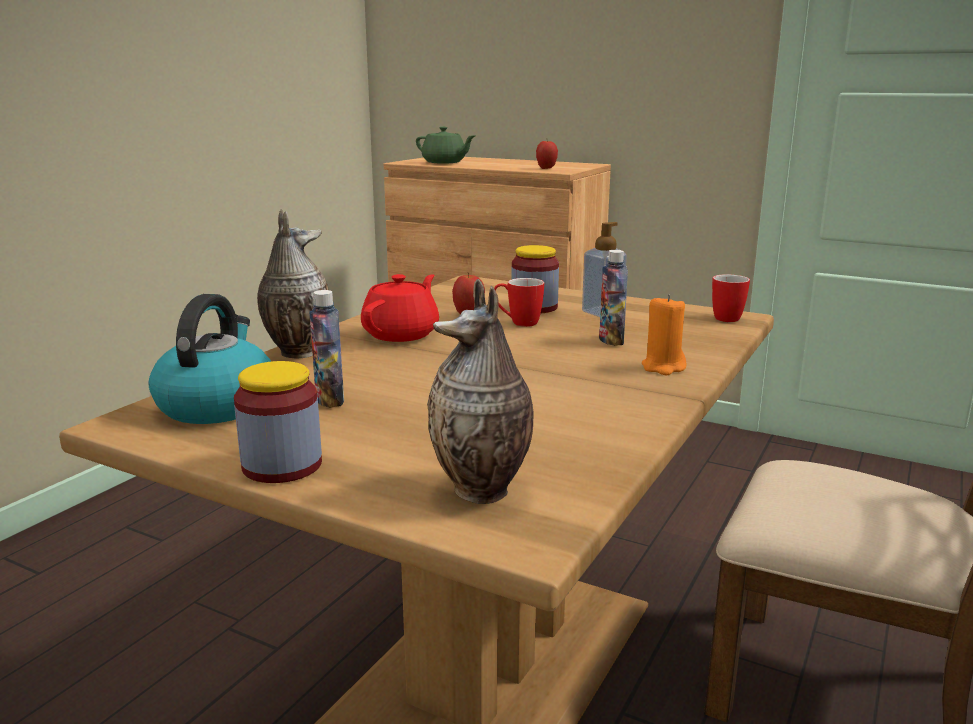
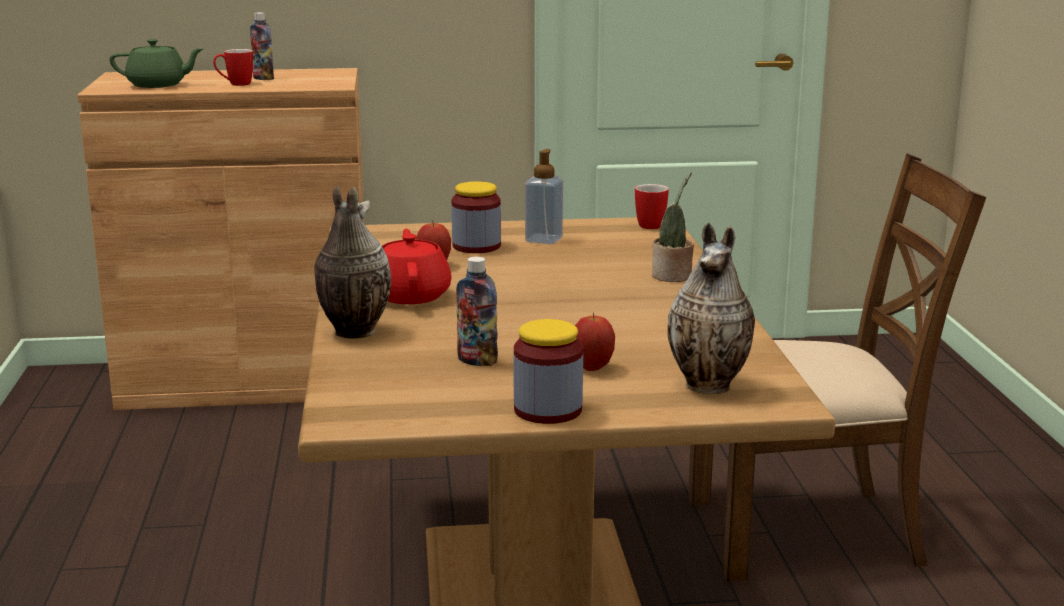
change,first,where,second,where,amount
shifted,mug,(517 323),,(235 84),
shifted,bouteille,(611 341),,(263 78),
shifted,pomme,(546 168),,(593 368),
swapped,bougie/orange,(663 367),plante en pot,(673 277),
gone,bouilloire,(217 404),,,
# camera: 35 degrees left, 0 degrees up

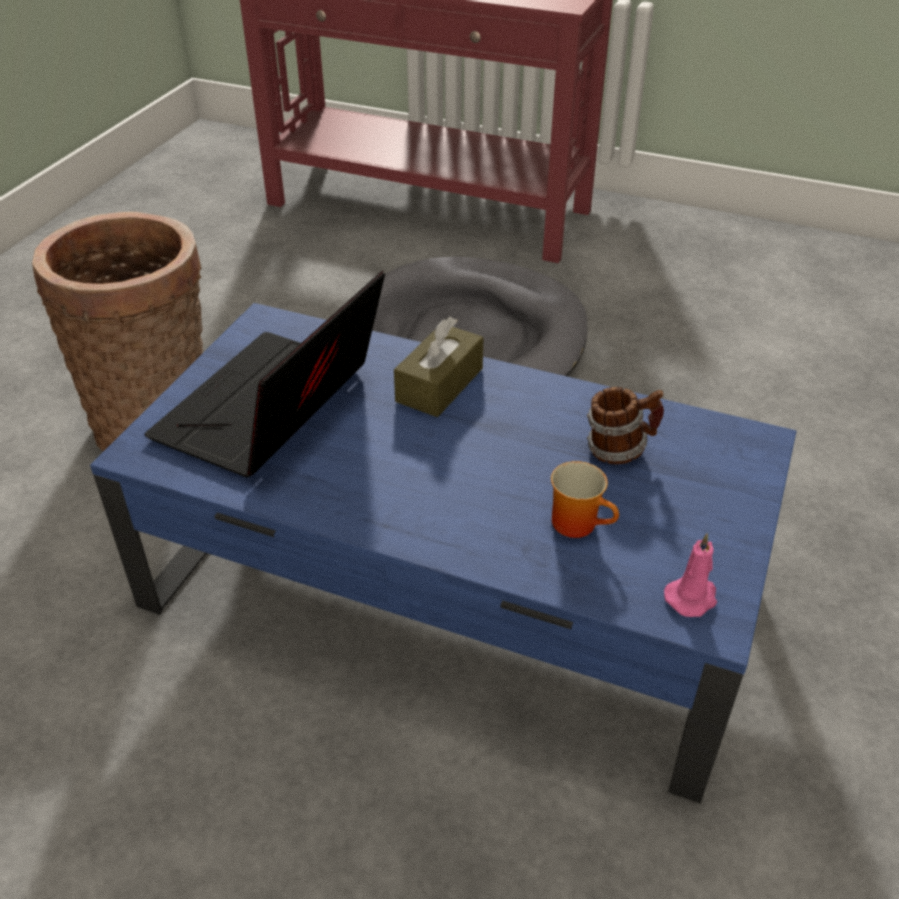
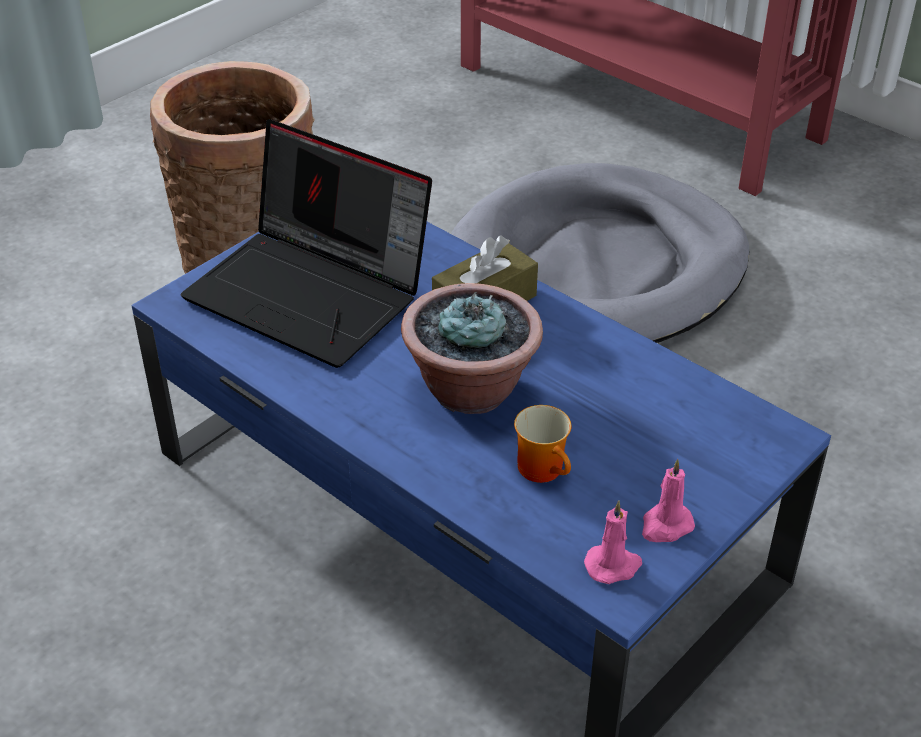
change,first,where,second,where,amount
rotated,ordinateur portable,(272 411),,(312 292),105 degrees counterclockwise
new,,,plante en pot,(471 389),
new,,,bougie/rose,(665 526),
gone,mug,(619 449),,,
# camera: 20 degrees right, 0 degrees up

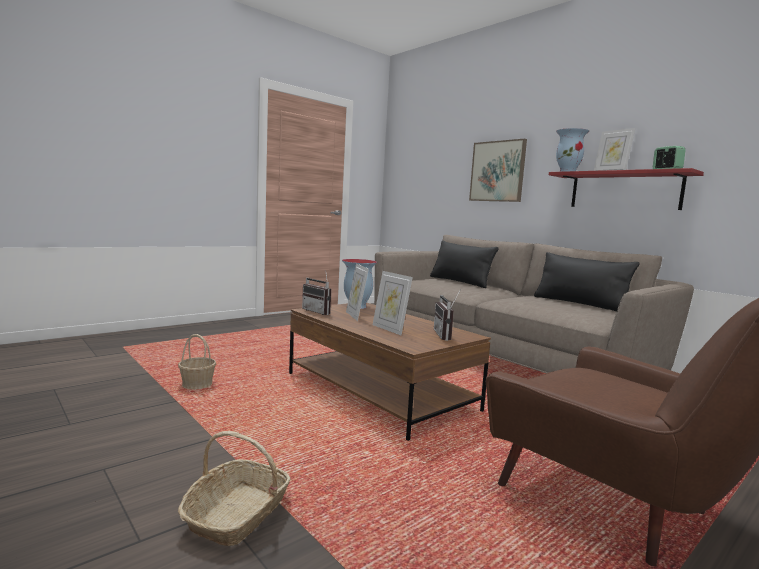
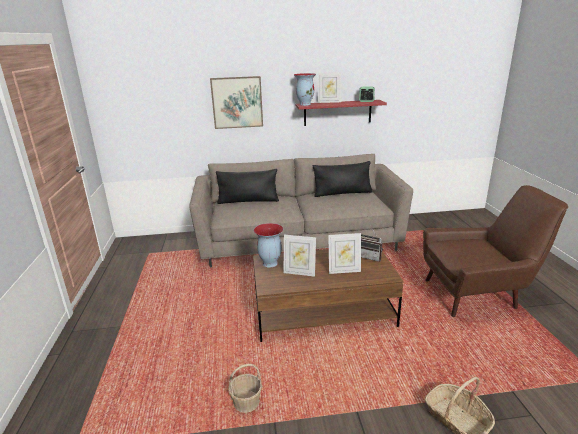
change,first,where,second,where,amount
gone,radio,(319 311),,,
# camera: 55 degrees left, 15 degrees up

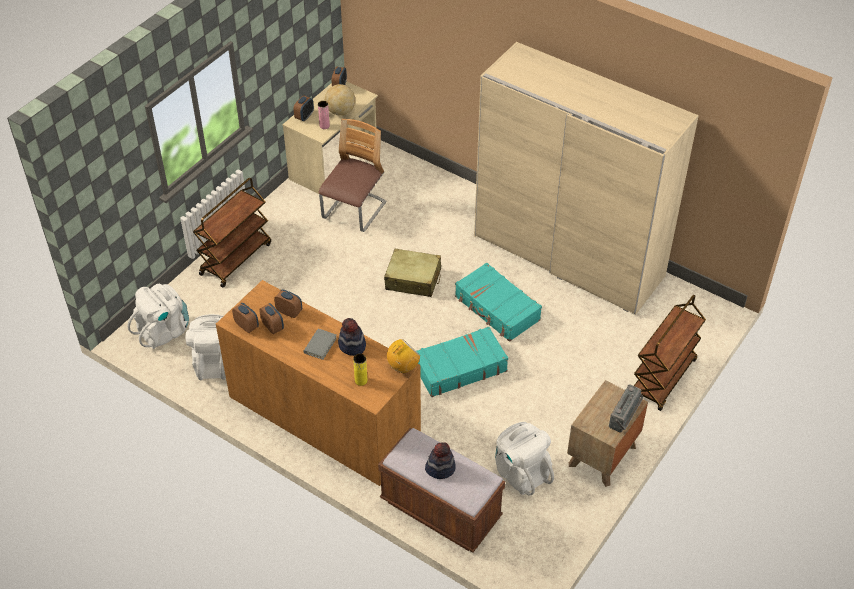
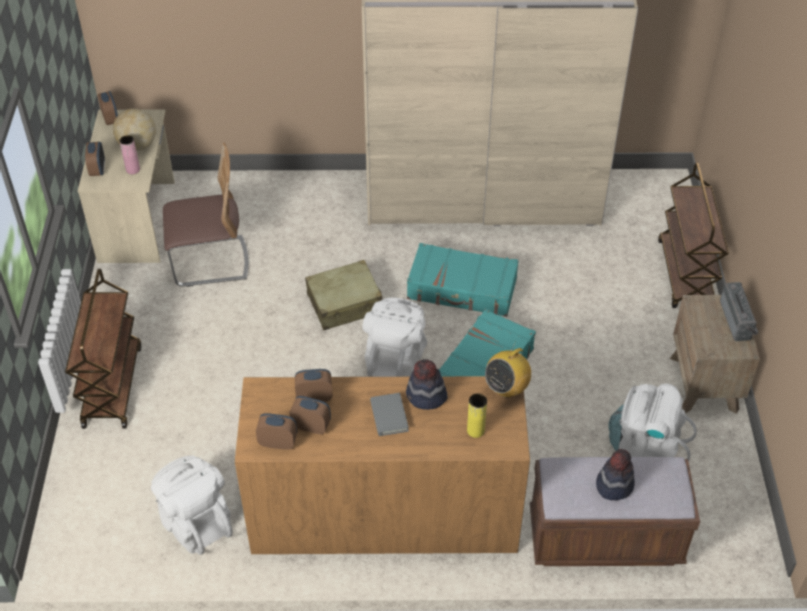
change,first,where,second,where,amount
rotated,chaise,(354 211),,(210 262),90 degrees clockwise
shifted,sac à dos/blanc,(163 331),,(395 360),
rotated,radio,(403 367),,(506 388),150 degrees counterclockwise
# camera: 35 degrees left, 0 degrees up

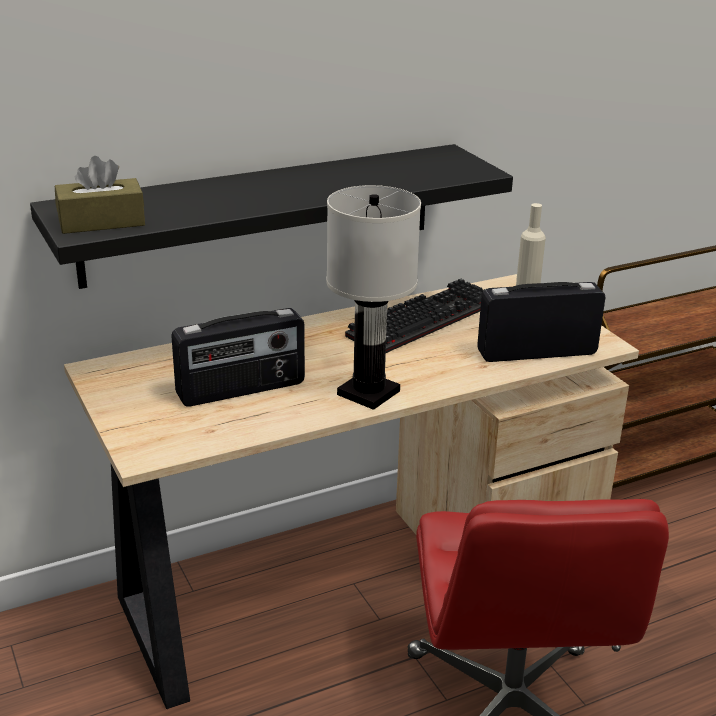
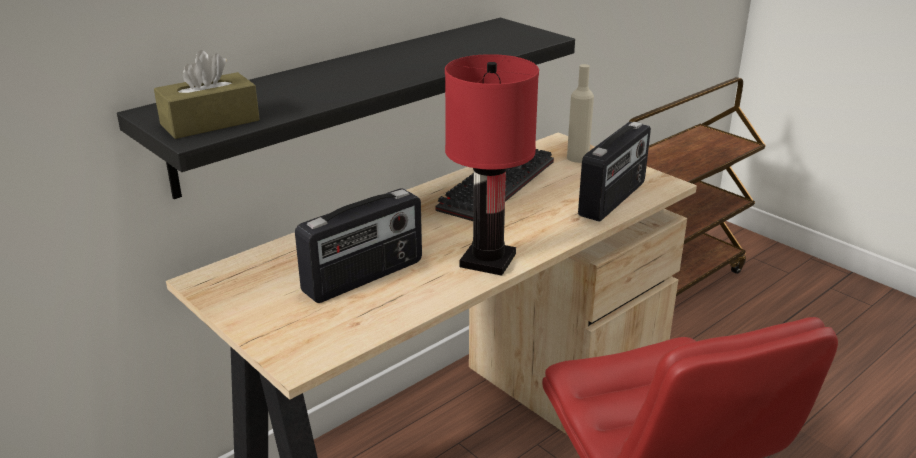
change,first,where,second,where,amount
repainted,lampe de table/blanc,(367 393),lampe de table/rouge,(487 260),
rotated,radio,(536 352),,(613 199),150 degrees clockwise
# camera: 15 degrees left, 0 degrees up

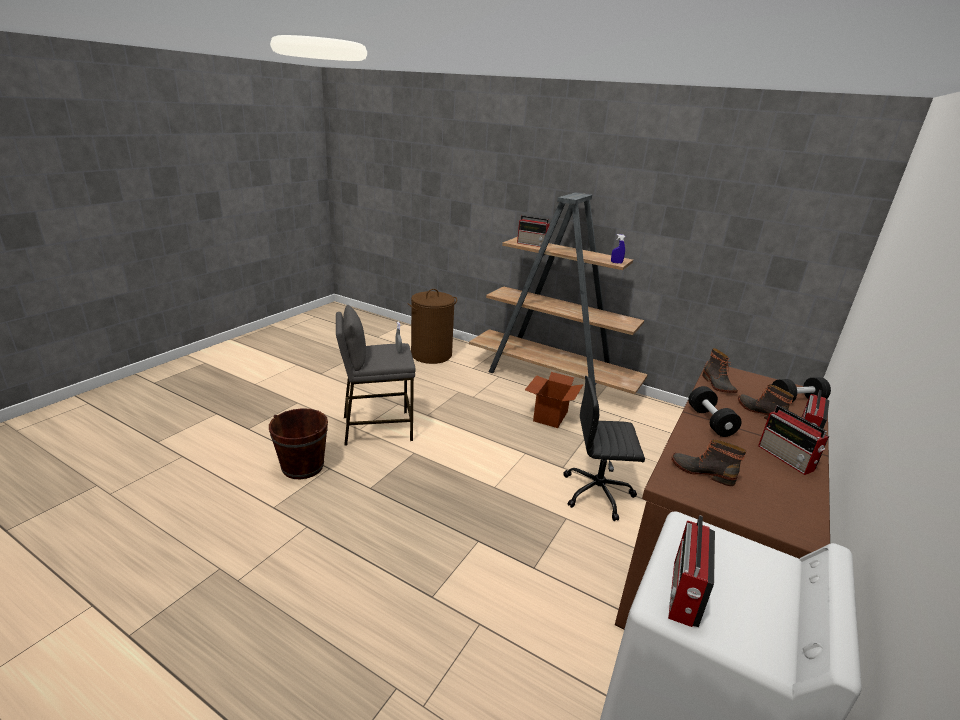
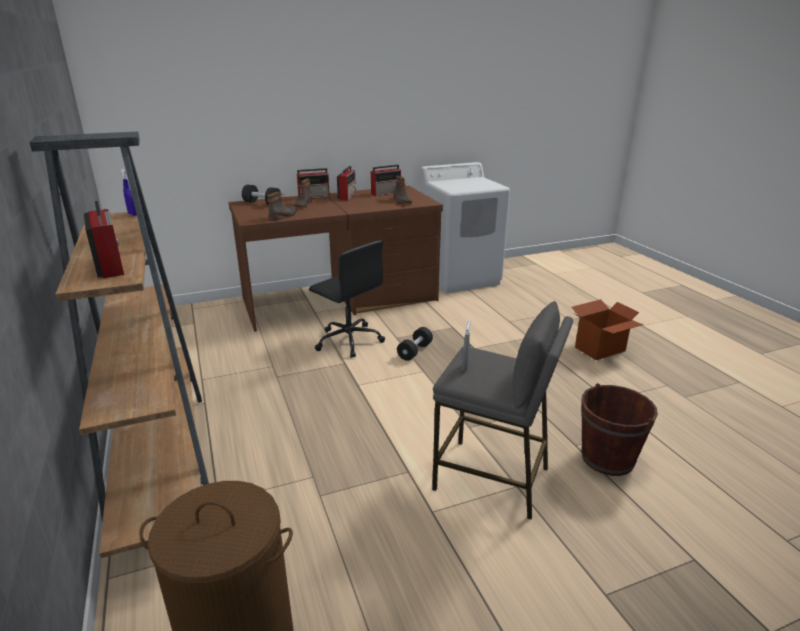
change,first,where,second,where,amount
shifted,radio,(684 594),,(386 193),
shifted,haltère/noir,(710 421),,(415 351),
shifted,carton,(550 416),,(600 349),
# camera: 140 degrees left, 0 degrees up

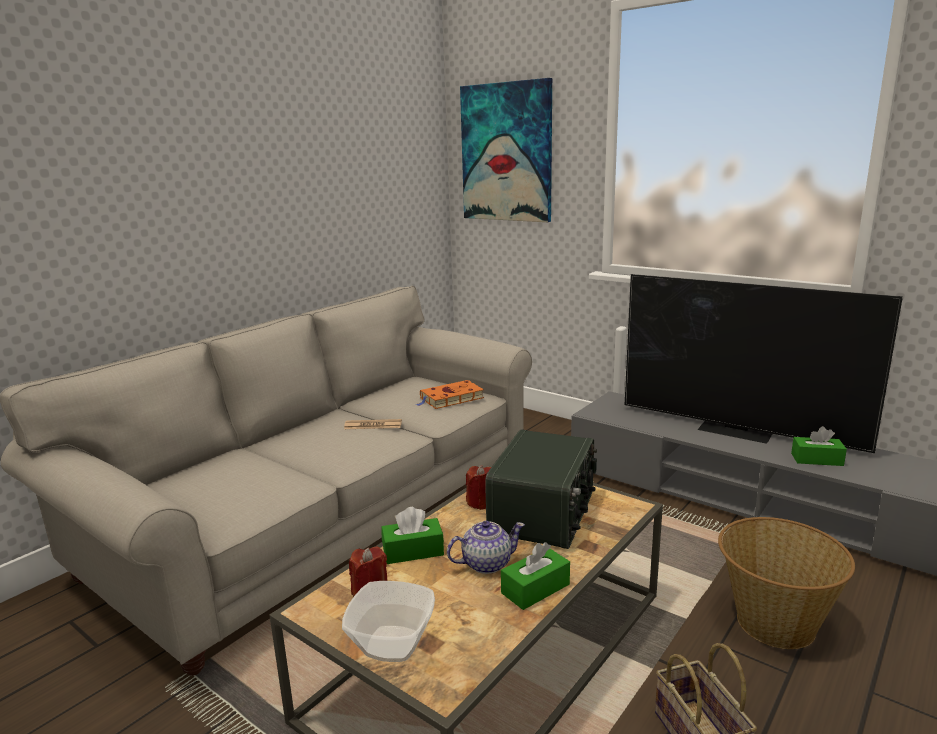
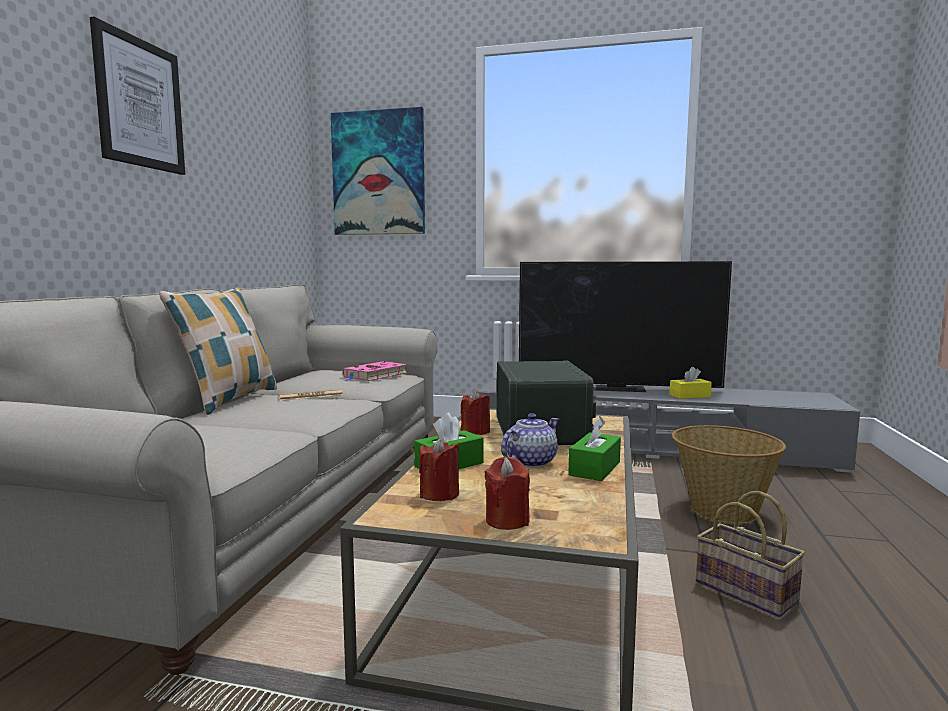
change,first,where,second,where,amount
new,,,tableau,(140 103),
new,,,coussin,(229 400),
repainted,livre/orange,(450 399),livre/rose,(374 375),
swapped,bol,(391 643),bougie/rouge,(507 520),
repainted,boîte à mouchoirs/vert,(817 459),boîte à mouchoirs/jaune,(689 396),
# camera: 25 degrees left, 10 degrees down

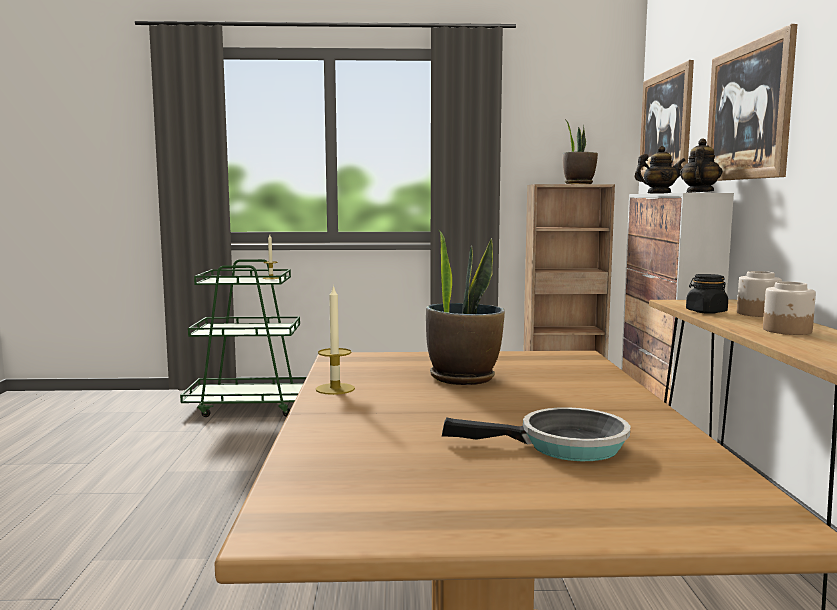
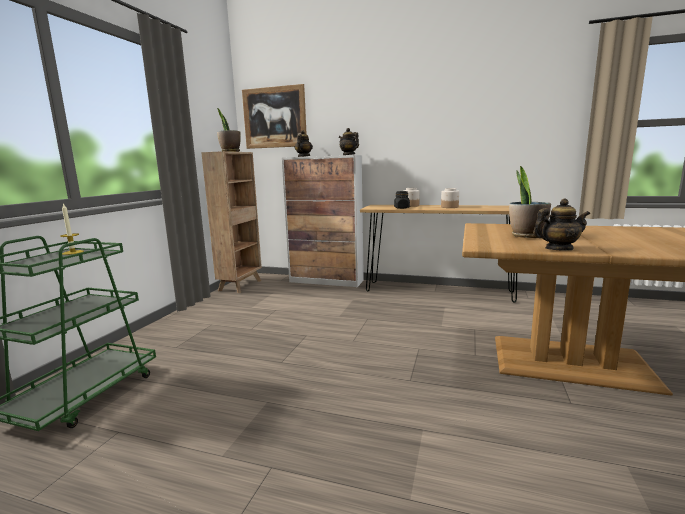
change,first,where,second,where,amount
swapped,bougie,(335 389),théière,(558 249),
gone,poêle,(564 446),,,
gone,tableau,(748 112),,,
# camera: 70 degrees left, 5 degrees up

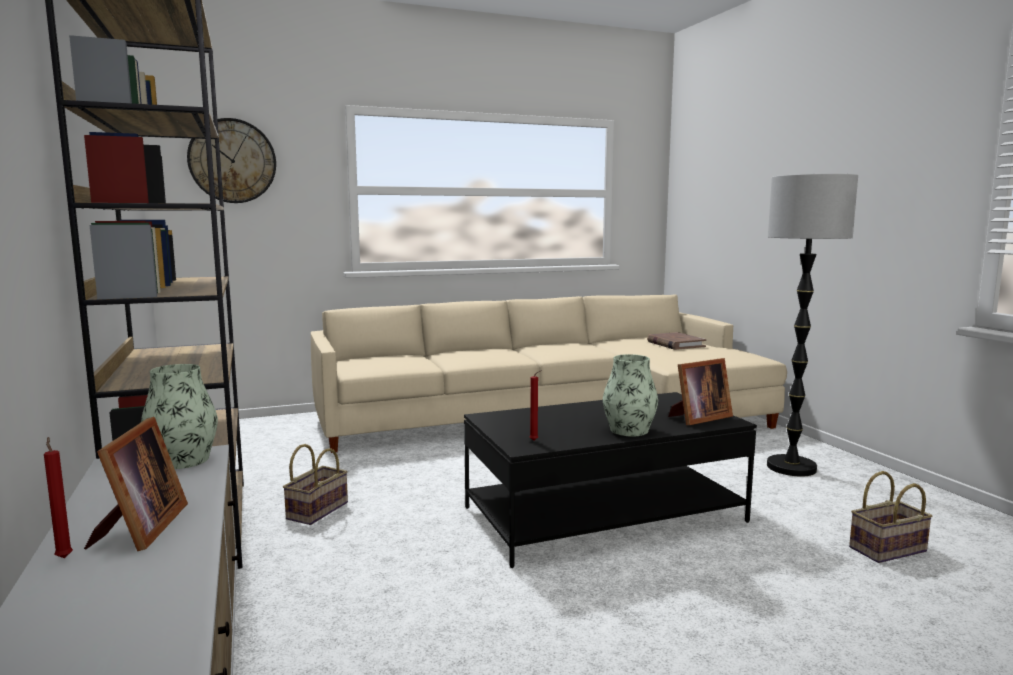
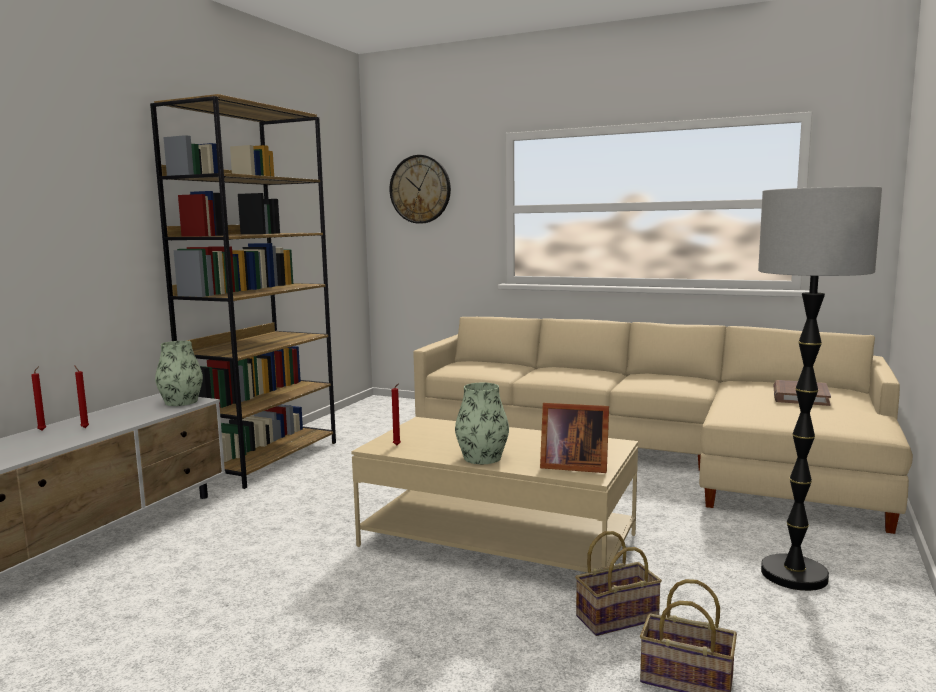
change,first,where,second,where,amount
swapped,cadre photo,(139 529),bougie/rouge,(84 427),
repainted,table basse/noir,(604 514),table basse/beige,(498 540),
shifted,panier,(317 510),,(618 617),
# camera: 45 degrees right, 0 degrees up

